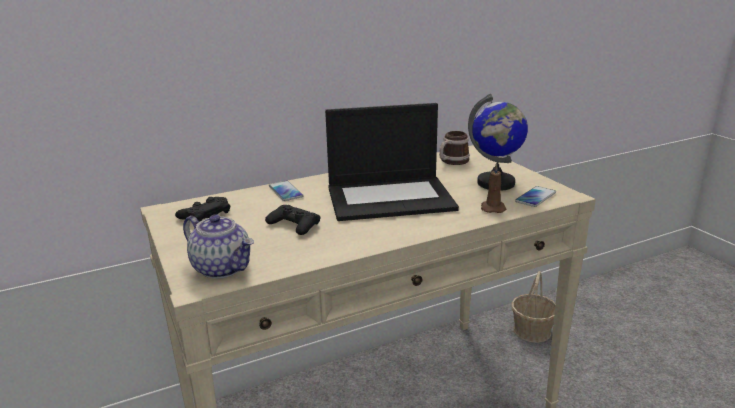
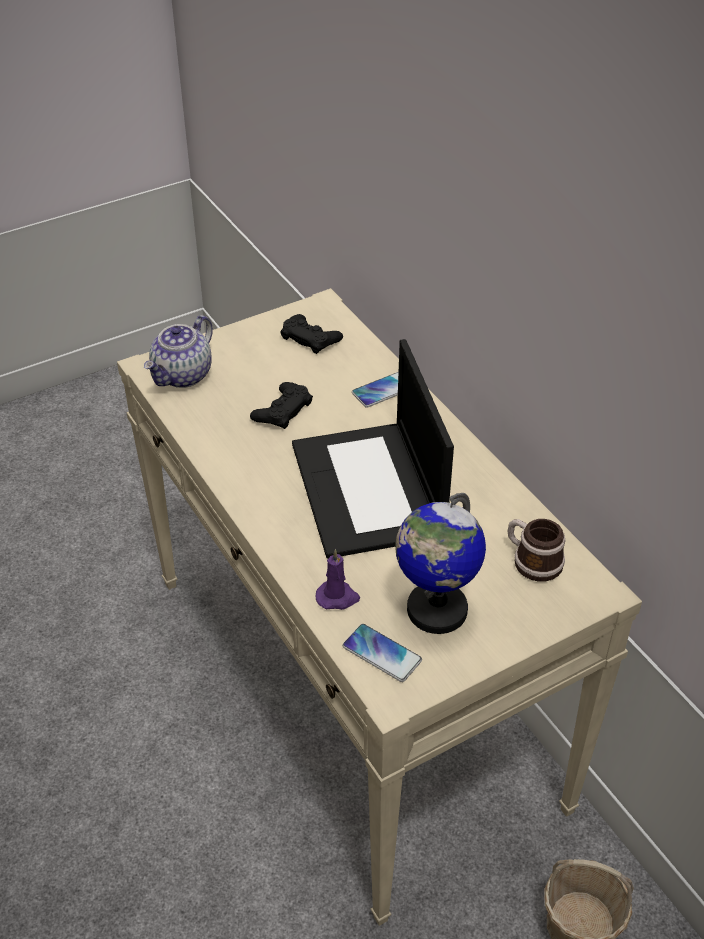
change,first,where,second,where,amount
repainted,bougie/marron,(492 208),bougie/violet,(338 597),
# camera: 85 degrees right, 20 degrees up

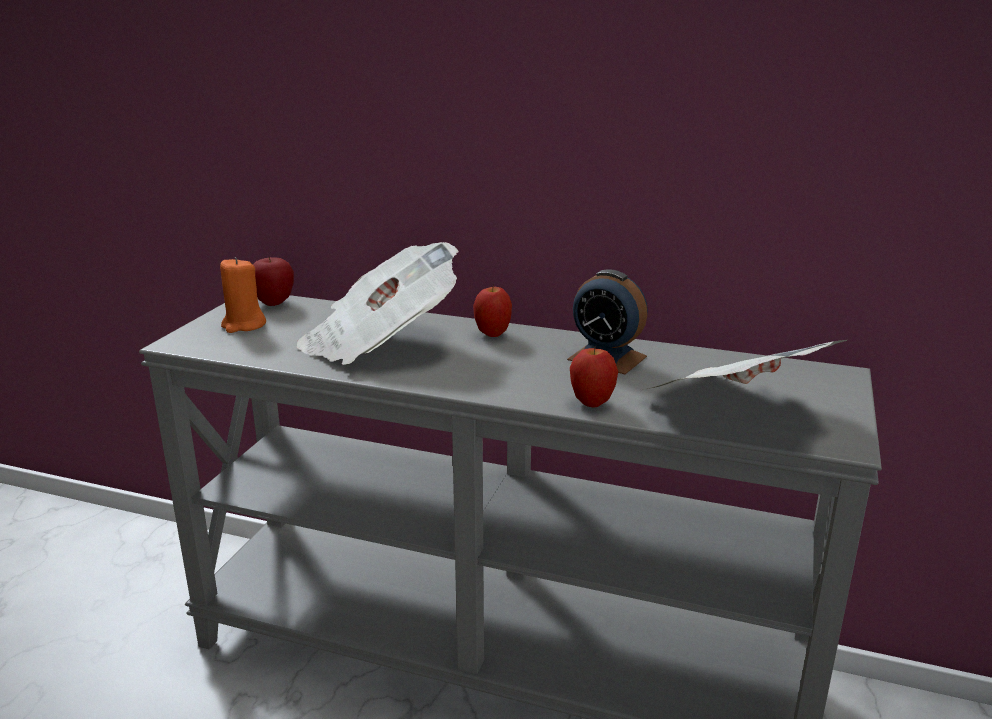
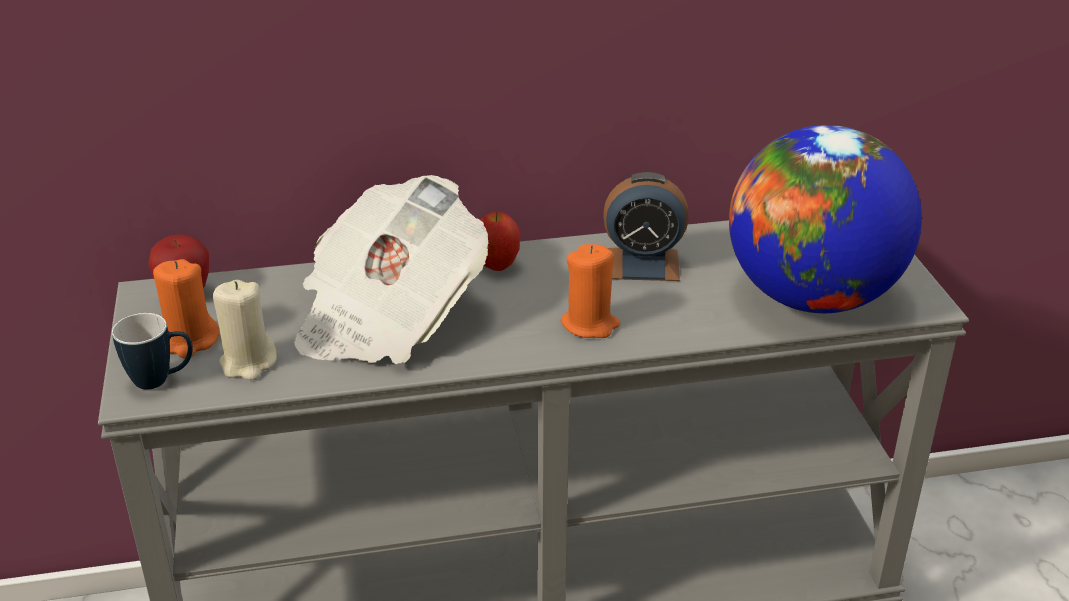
change,first,where,second,where,amount
new,,,mug,(161 380),
new,,,bougie/beige,(248 363),
new,,,bougie/orange,(590 324),
swapped,journal,(732 412),globe,(812 297),
gone,pomme,(592 403),,,
# camera: 30 degrees left, 10 degrees up

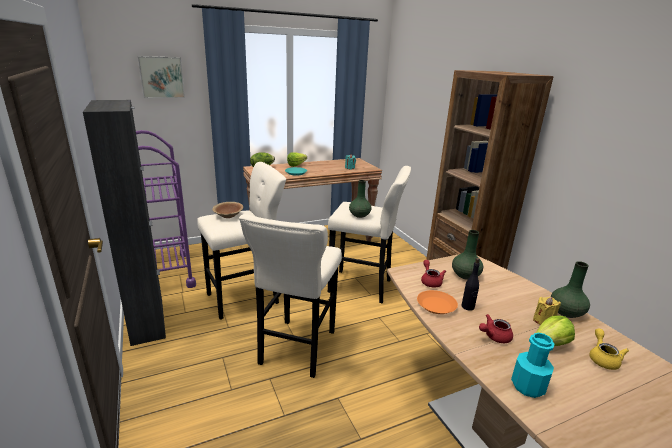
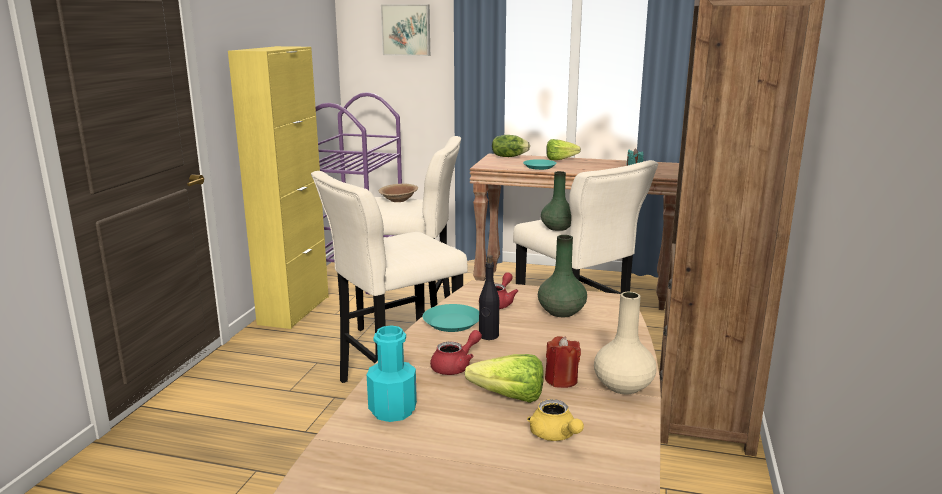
change,first,where,second,where,amount
repainted,meuble de rangement/noir,(147 321),meuble de rangement/jaune,(294 310),
repainted,assiette/orange,(436 305),assiette/turquoise,(451 322),
rotated,théière/rouge,(494 337),,(456 366),120 degrees clockwise
rotated,théière/jaune,(603 358),,(555 436),105 degrees clockwise
repainted,bougie/jaune,(543 321),bougie/rouge,(561 380),
repainted,vase/vert,(566 312),vase/beige,(623 386),
# camera: 40 degrees right, 5 degrees down

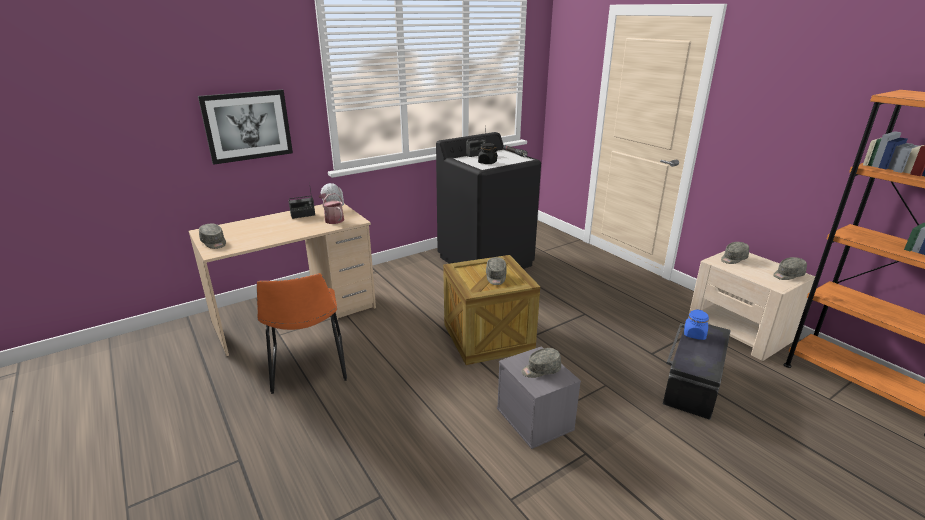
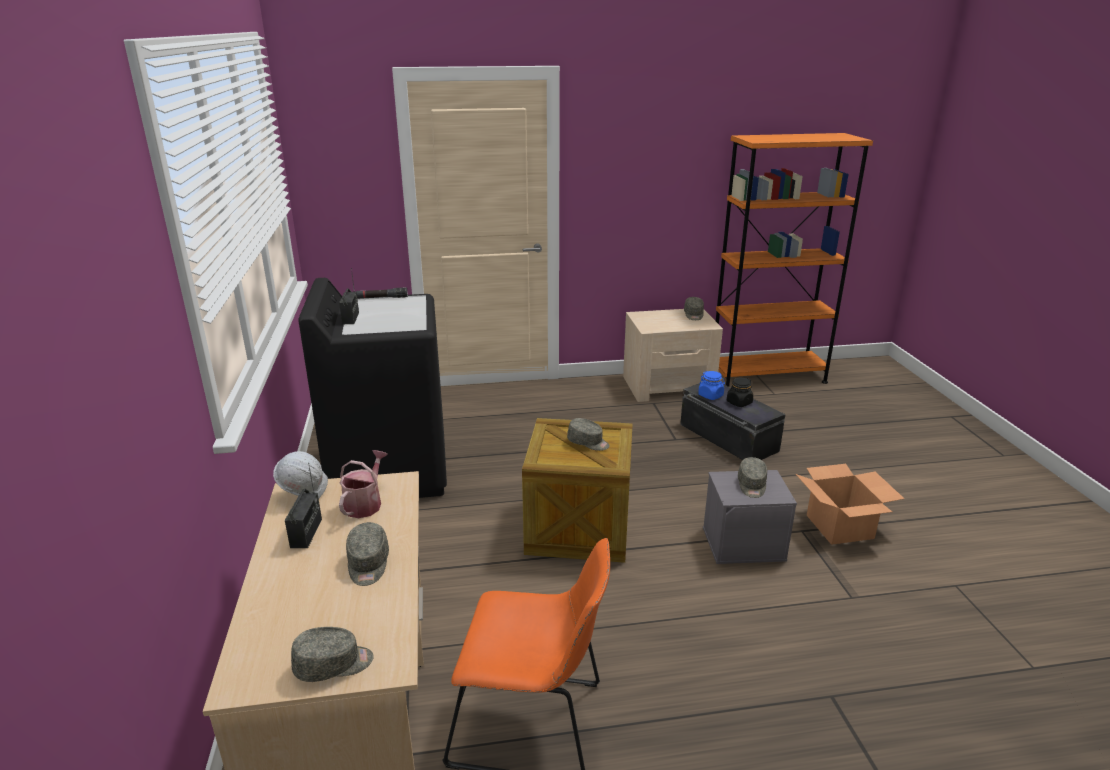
change,first,where,second,where,amount
rotated,arrosoir,(333 219),,(365 503),120 degrees clockwise
shifted,casquette/gris,(733 259),,(368 564),
shifted,bocal/noir,(487 163),,(739 403),
new,,,carton,(838 526),
gone,tableau,(247 126),,,
# camera: 65 degrees left, 0 degrees up

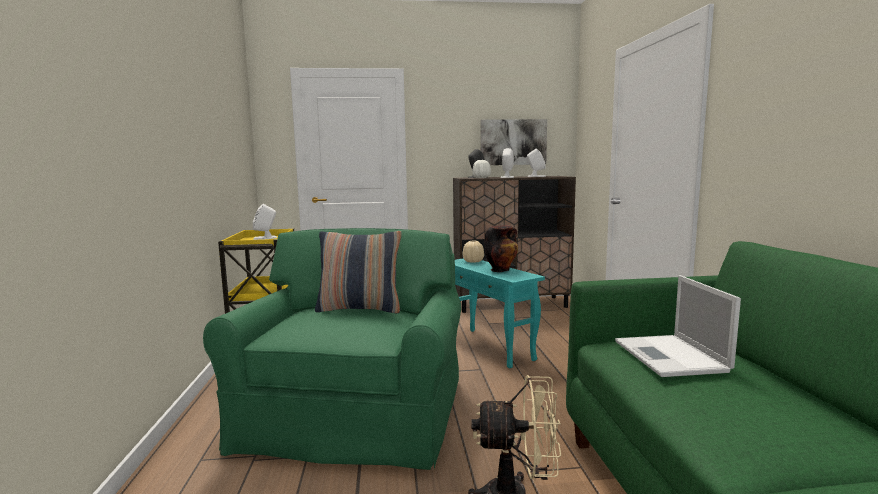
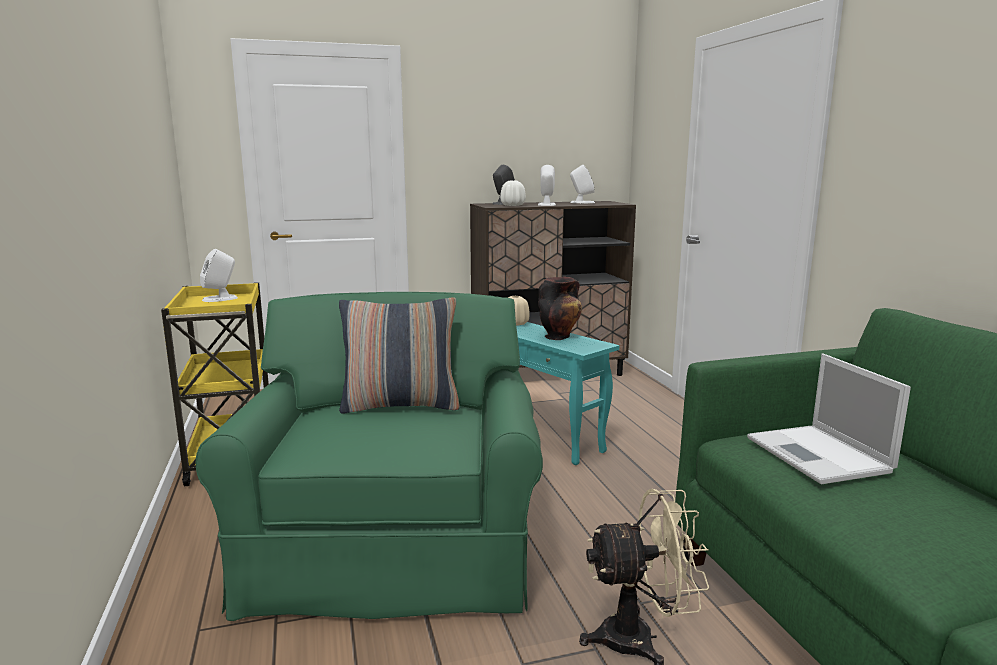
change,first,where,second,where,amount
gone,tableau,(513 142),,,
# camera: 10 degrees left, 5 degrees up

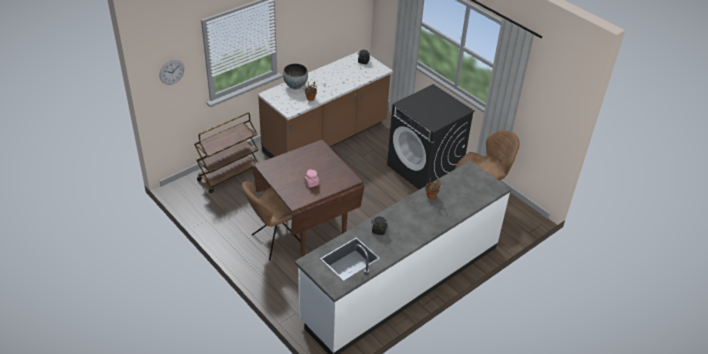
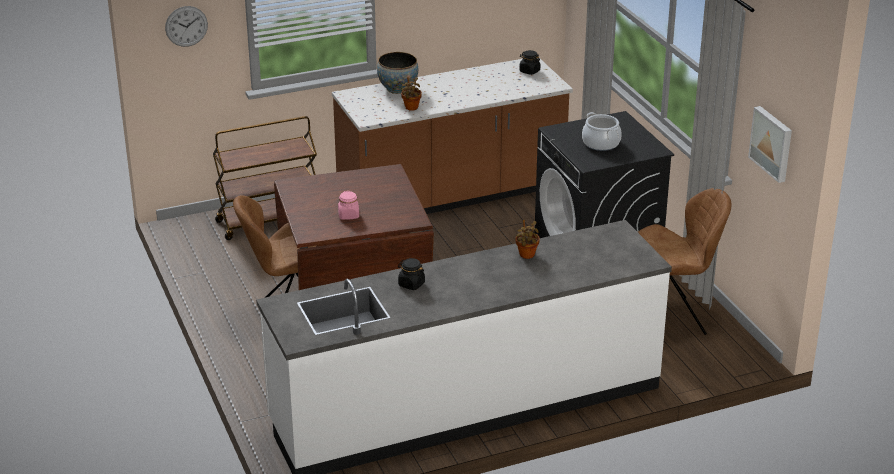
change,first,where,second,where,amount
new,,,marmite,(601 143),
new,,,tableau,(772 143),
# camera: 20 degrees right, 10 degrees down

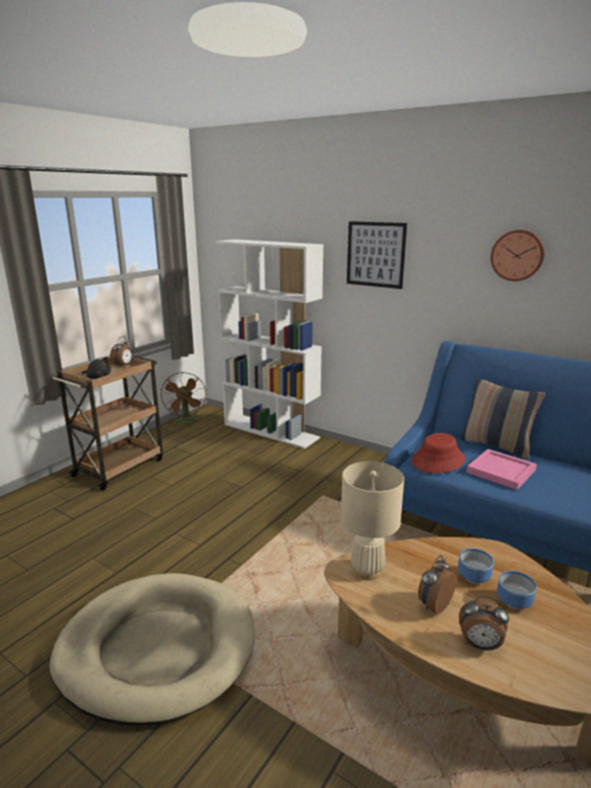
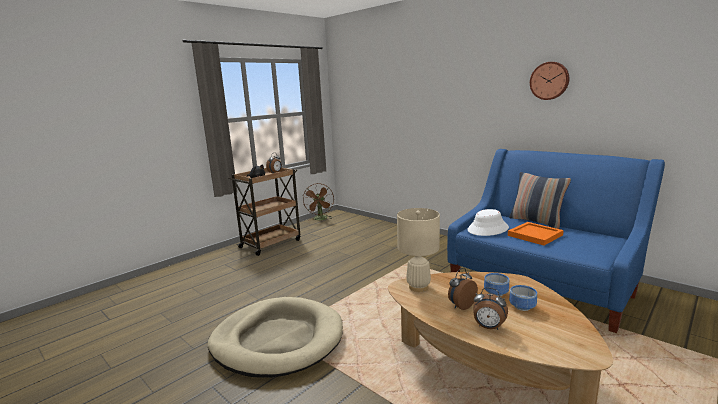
change,first,where,second,where,amount
repainted,chapeau/rouge,(438 460),chapeau/blanc,(488 229),
repainted,plateau/rose,(500 470),plateau/orange,(534 235),
gone,bibliothèque/blanc,(271 431),,,
gone,tableau,(375 254),,,
# camera: 10 degrees right, 5 degrees down

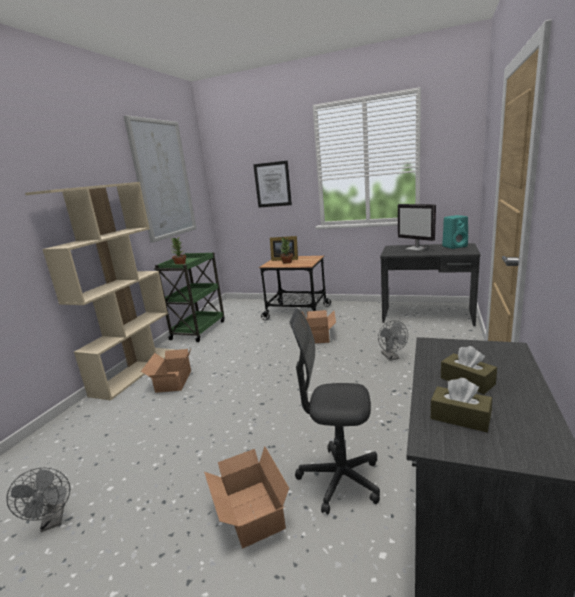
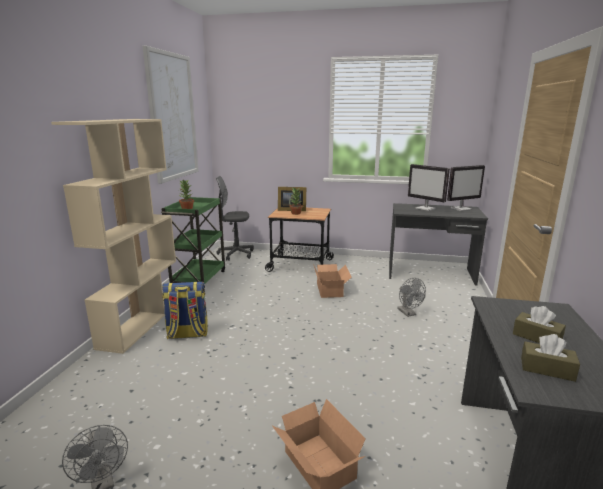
change,first,where,second,where,amount
swapped,carton,(171 382),sac à dos,(187 334),
shifted,chaise de bureau/gris,(340 480),,(236 254),
swapped,enceinte/turquoise,(455 246),écran d'ordinateur,(461 209),
gone,tableau,(272 184),,,
# camera: 10 degrees left, 0 degrees up

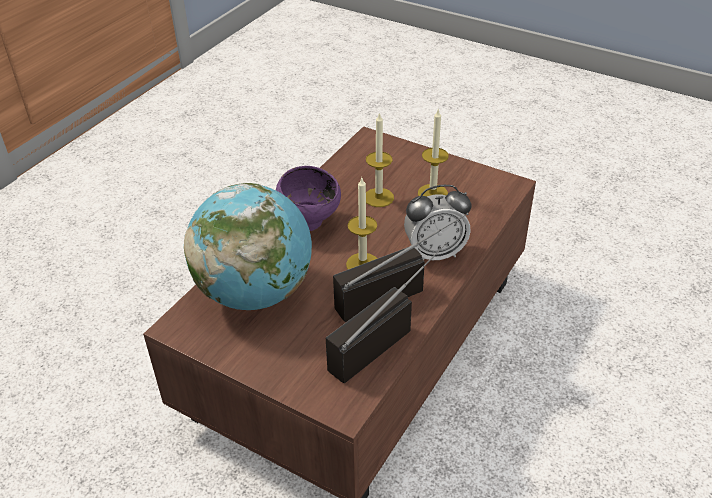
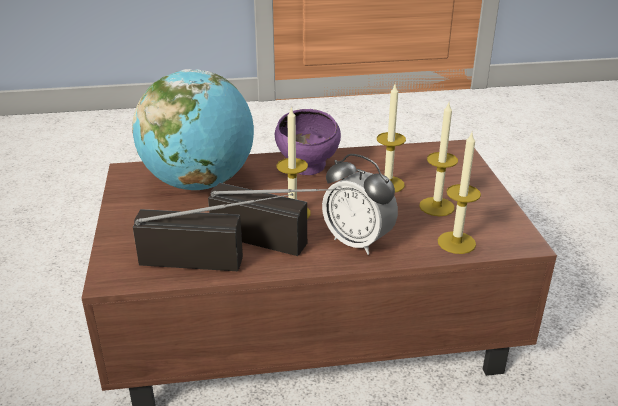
change,first,where,second,where,amount
new,,,bougie,(456 242),
# camera: 50 degrees right, 10 degrees down

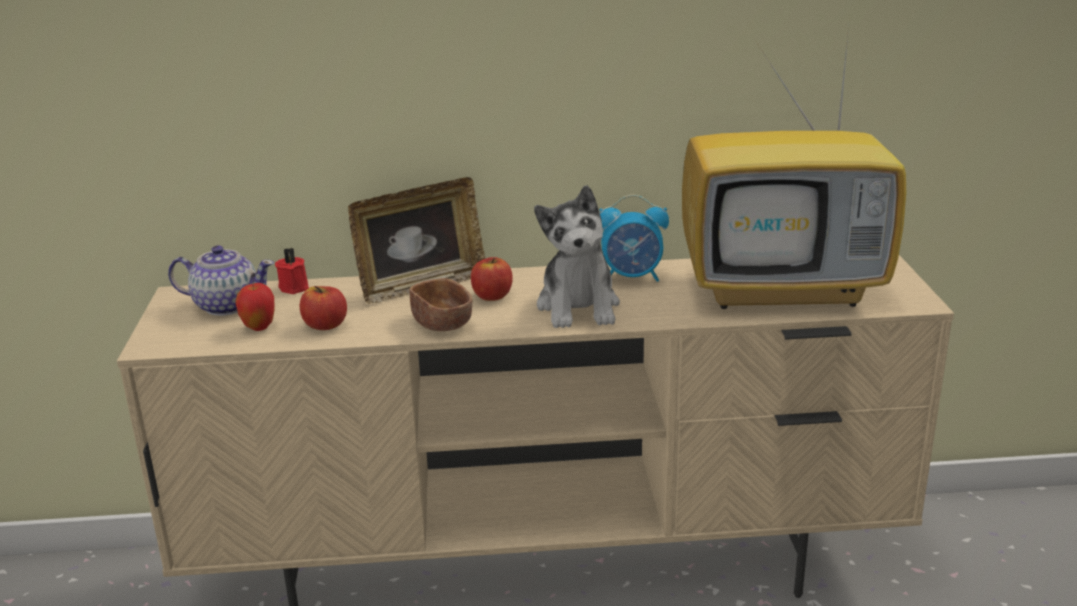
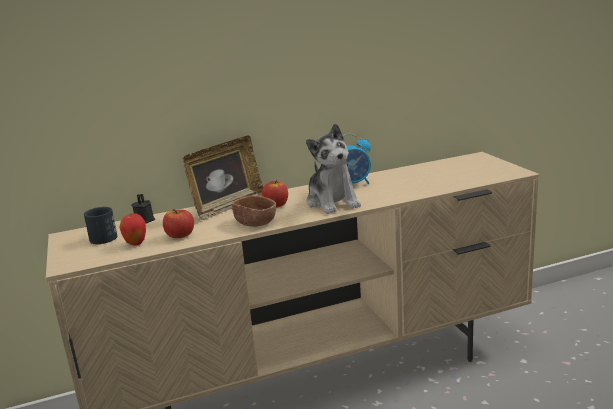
change,first,where,second,where,amount
swapped,théière,(226 305),mug/noir,(104 236),
repainted,bougie/rouge,(295 287),bougie/noir,(145 220),
gone,téléviseur,(785 289),,,
# camera: 15 degrees left, 5 degrees down

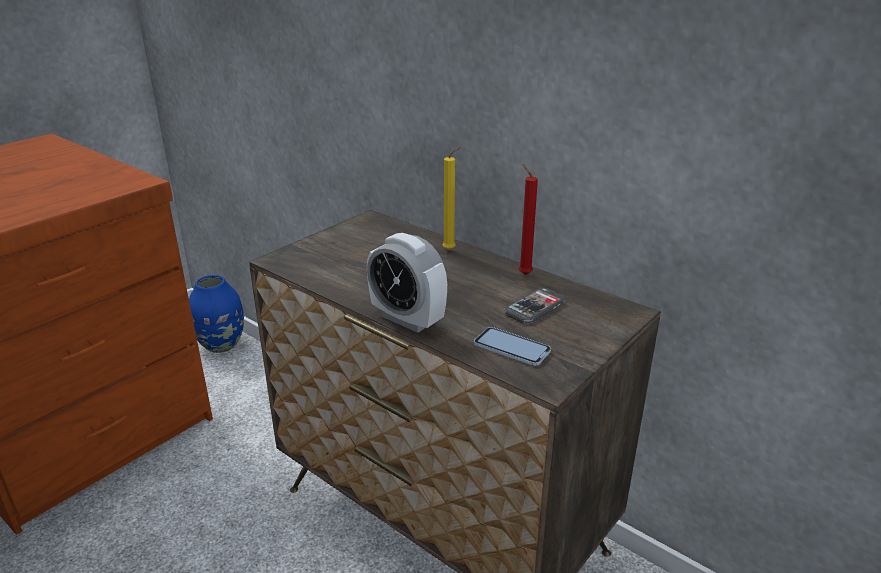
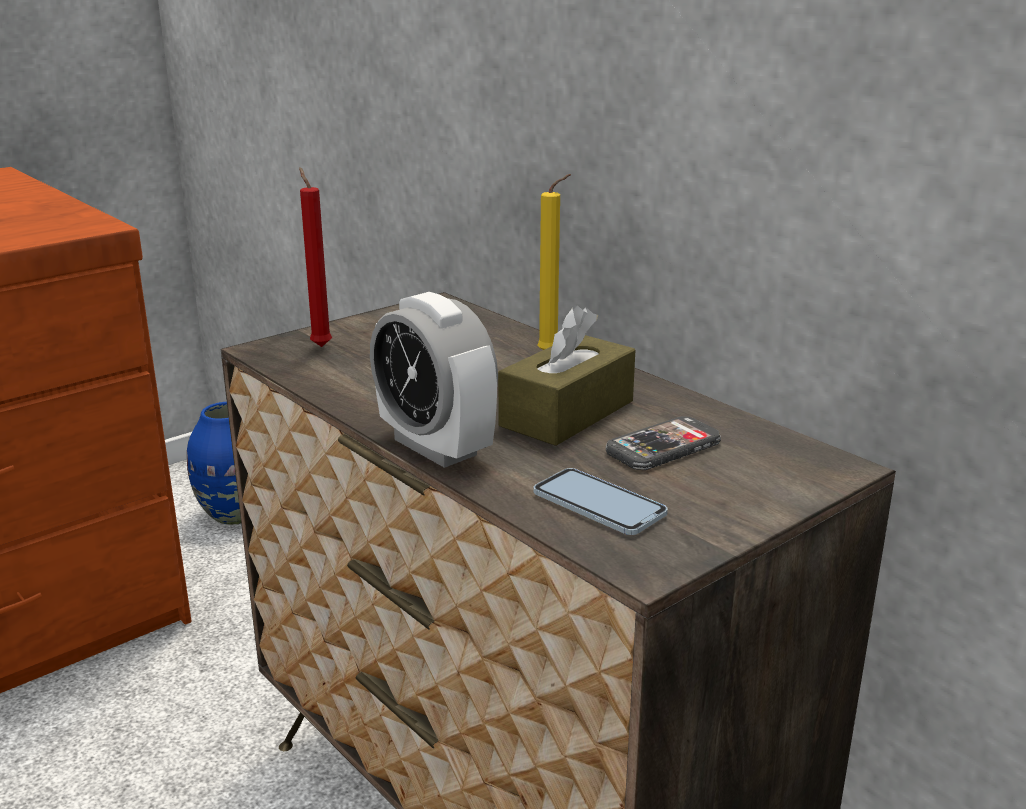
change,first,where,second,where,amount
shifted,bougie/rouge,(523 273),,(320 345),
new,,,boîte à mouchoirs/marron,(567 413),
# camera: 10 degrees right, 5 degrees down

